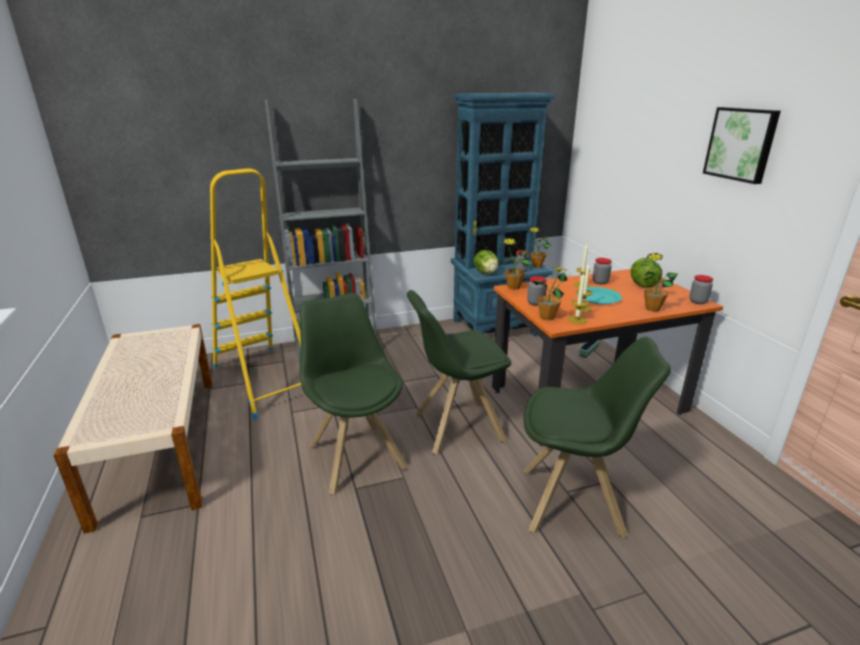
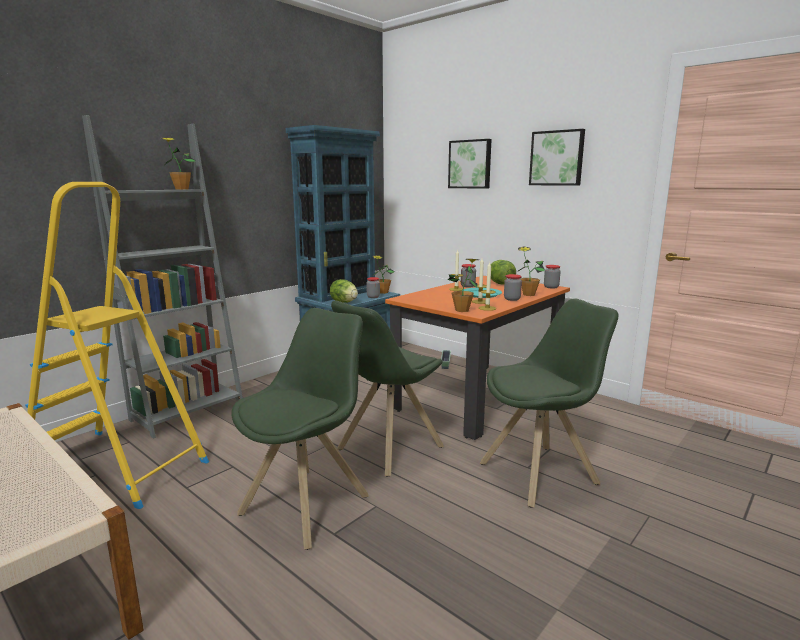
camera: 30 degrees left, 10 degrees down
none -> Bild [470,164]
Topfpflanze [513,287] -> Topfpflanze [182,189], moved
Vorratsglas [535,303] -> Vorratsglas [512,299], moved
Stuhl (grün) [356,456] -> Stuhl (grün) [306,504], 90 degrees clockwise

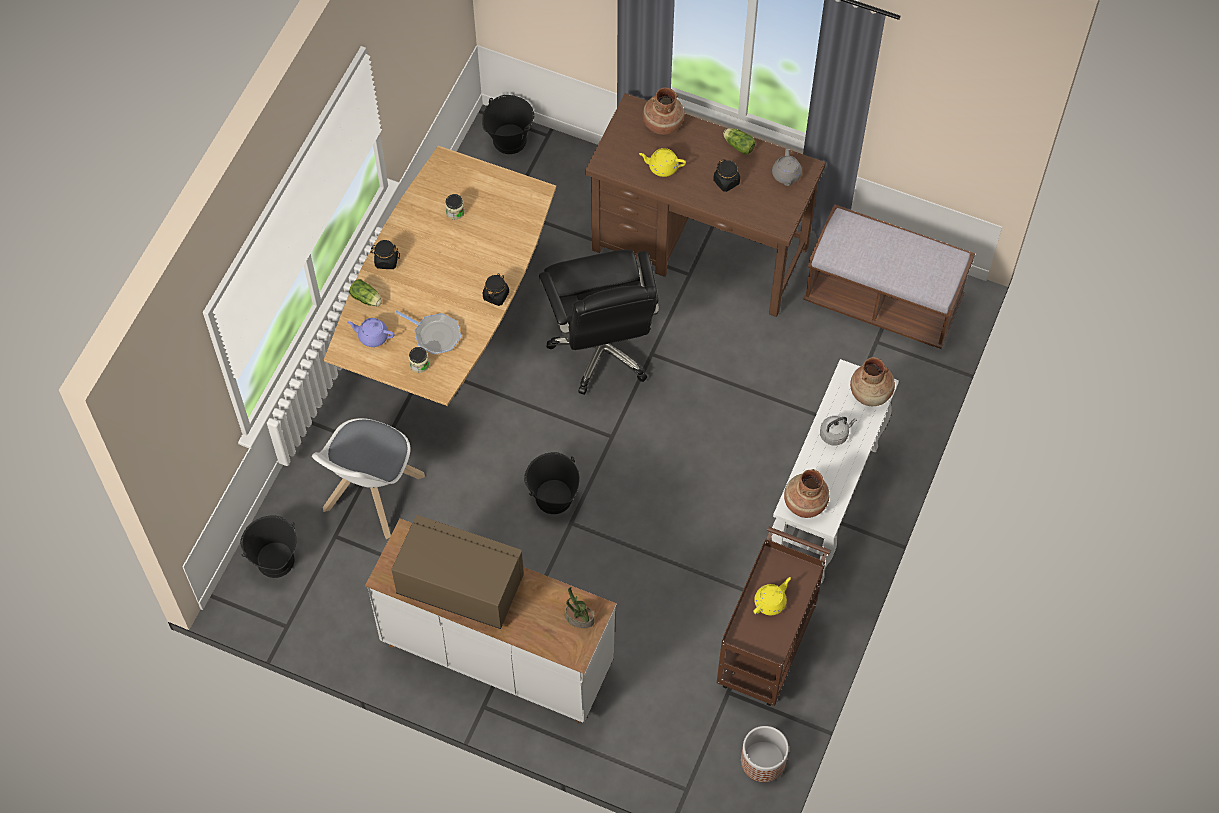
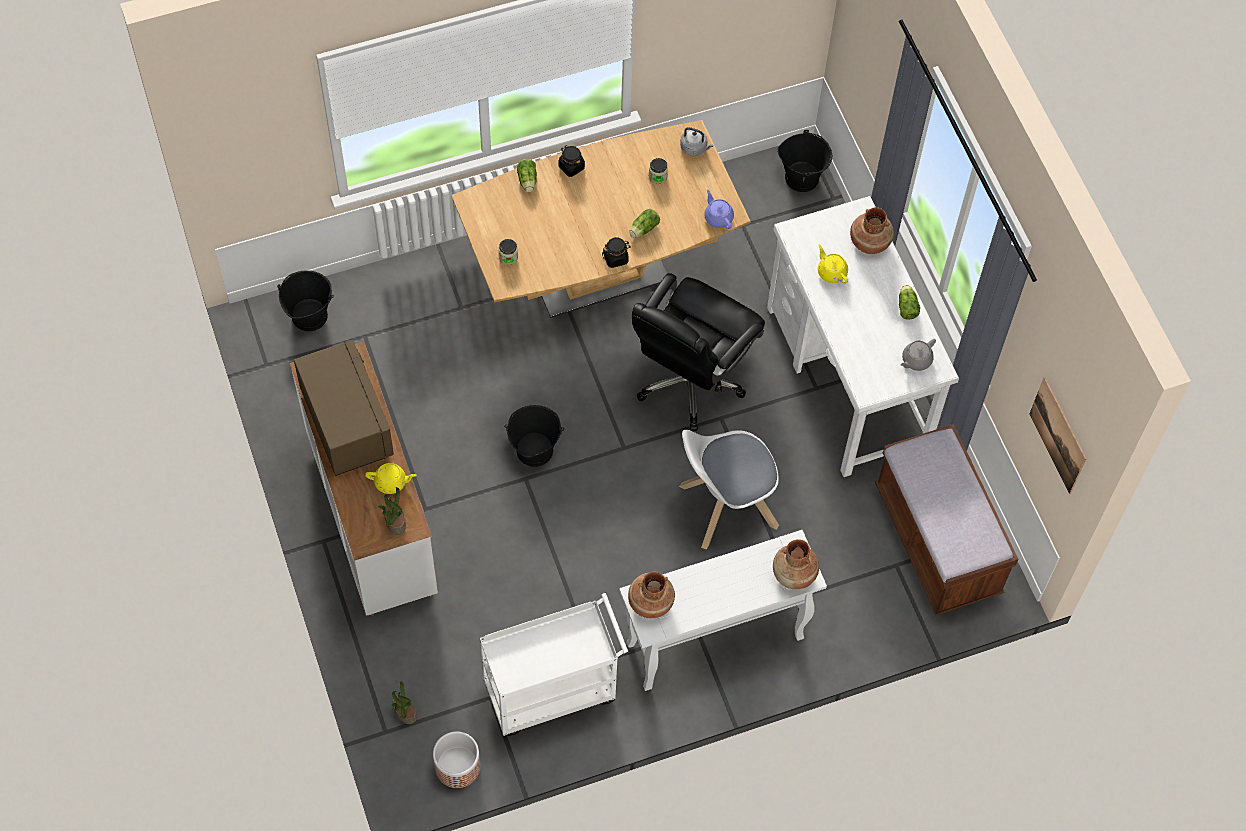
camera: 45 degrees right, 0 degrees up
Pfanne [435,335] -> none
Vorratsglas (schwarz) [726,182] -> none
none -> Topfpflanze [404,712]
none -> Salatkopf [643,229]
none -> Bild [1058,435]
Stuhl [372,495] -> Stuhl [725,506], moved
Teekanne (lila) [372,336] -> Teekanne (lila) [718,217], moved
Teekanne (gelb) [770,602] -> Teekanne (gelb) [391,482], moved
Wasserkessel (grau) [835,434] -> Wasserkessel (grau) [695,148], moved
Schreibtisch (braun) [701,247] -> Schreibtisch (weiß) [848,377]
Rollwagen (braun) [767,647] -> Rollwagen (weiß) [554,695]

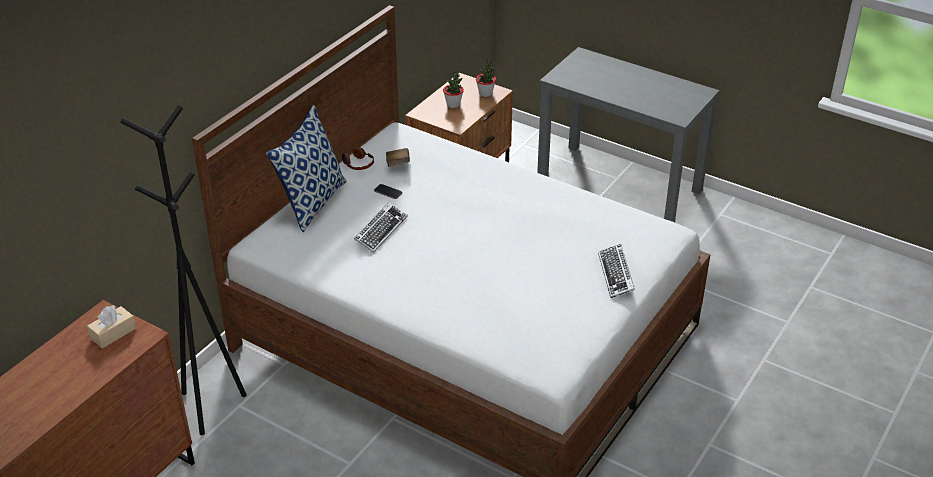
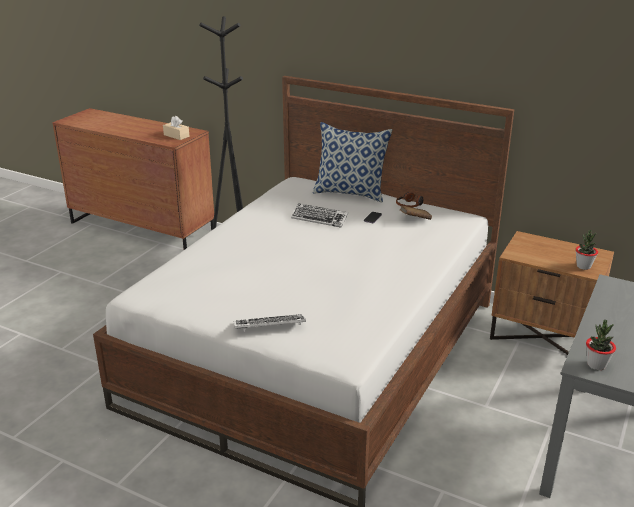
camera: 85 degrees right, 10 degrees down
Topfpflanze [453,104] -> Topfpflanze [596,365], moved

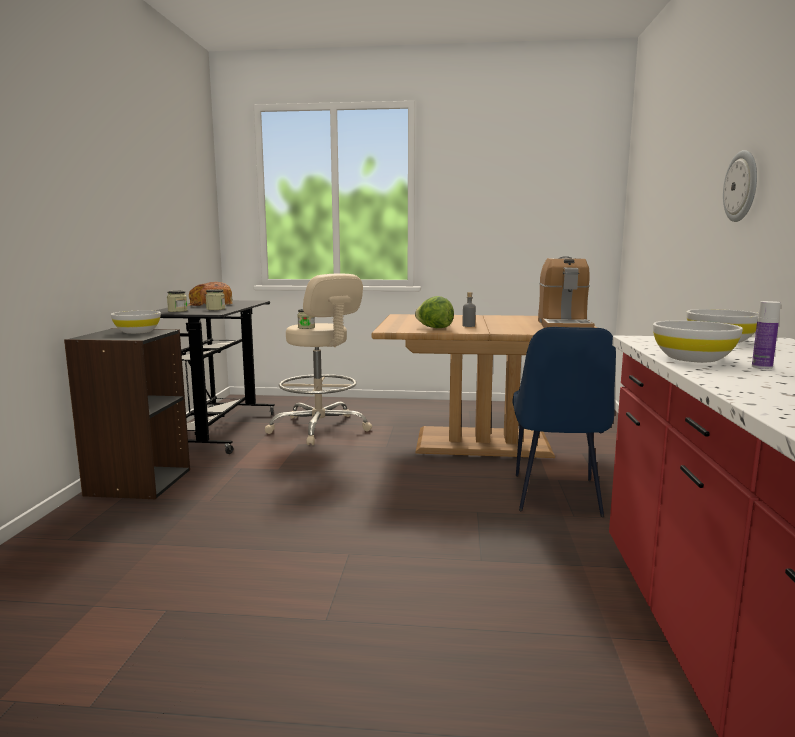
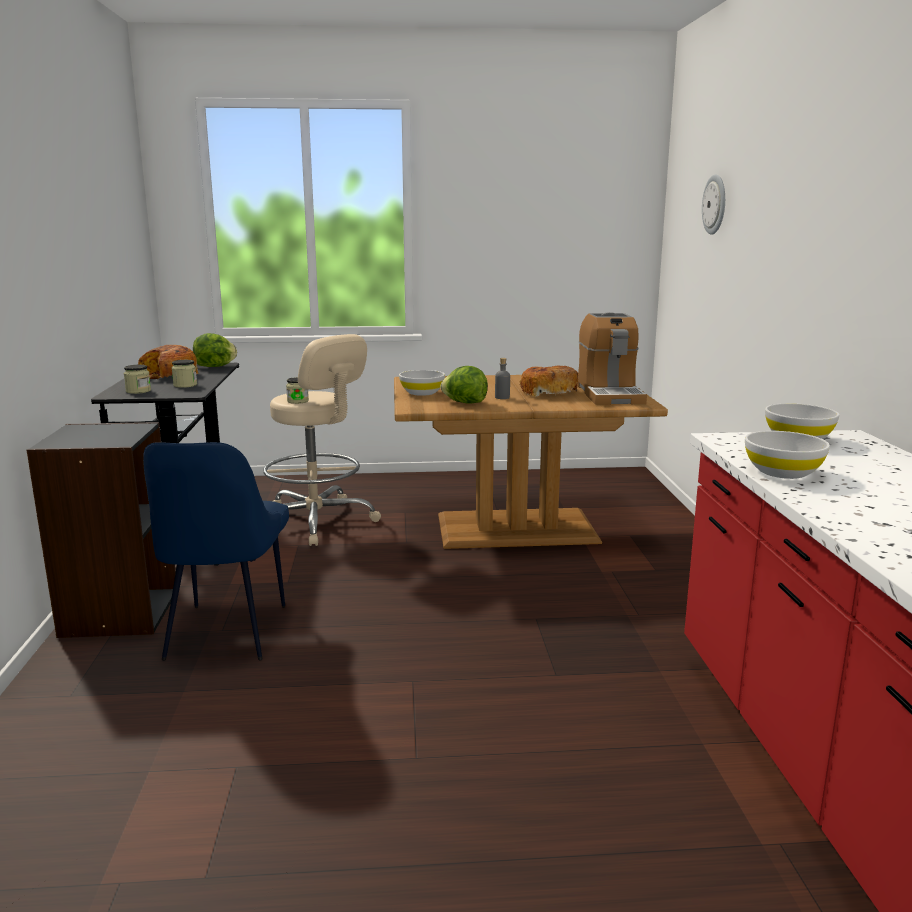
camera: 10 degrees left, 5 degrees up
Flasche [762,367] -> none
none -> Salatkopf [215,366]
none -> Brot [547,392]
Schüssel (weiß) [137,332] -> Schüssel (weiß) [422,393], moved
Stuhl (blau) [557,495] -> Stuhl (blau) [227,632], moved
Wanduhr [741,186] -> Wanduhr [715,204], moved

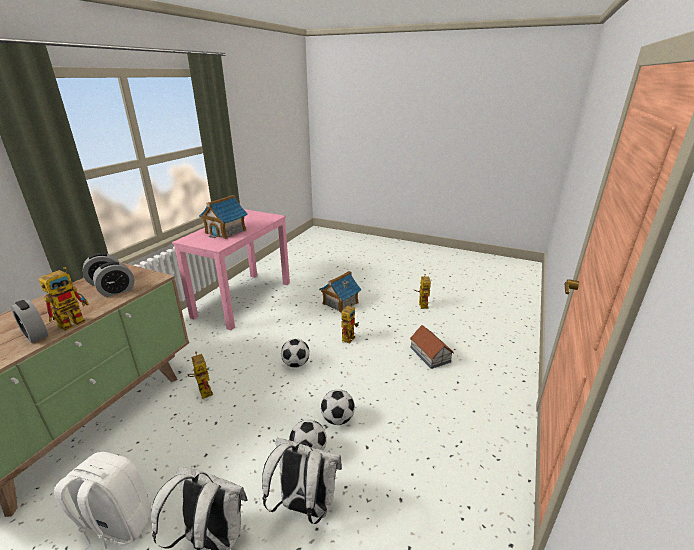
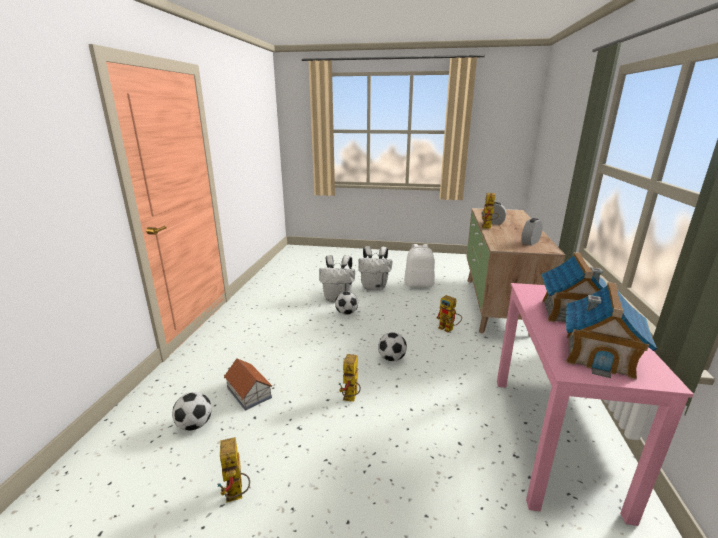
camera: 165 degrees right, 5 degrees down
Wecker [117,291] -> none
Spielzeughaus [340,303] -> Spielzeughaus [599,355], moved
Fußball [338,419] -> Fußball [194,425], moved

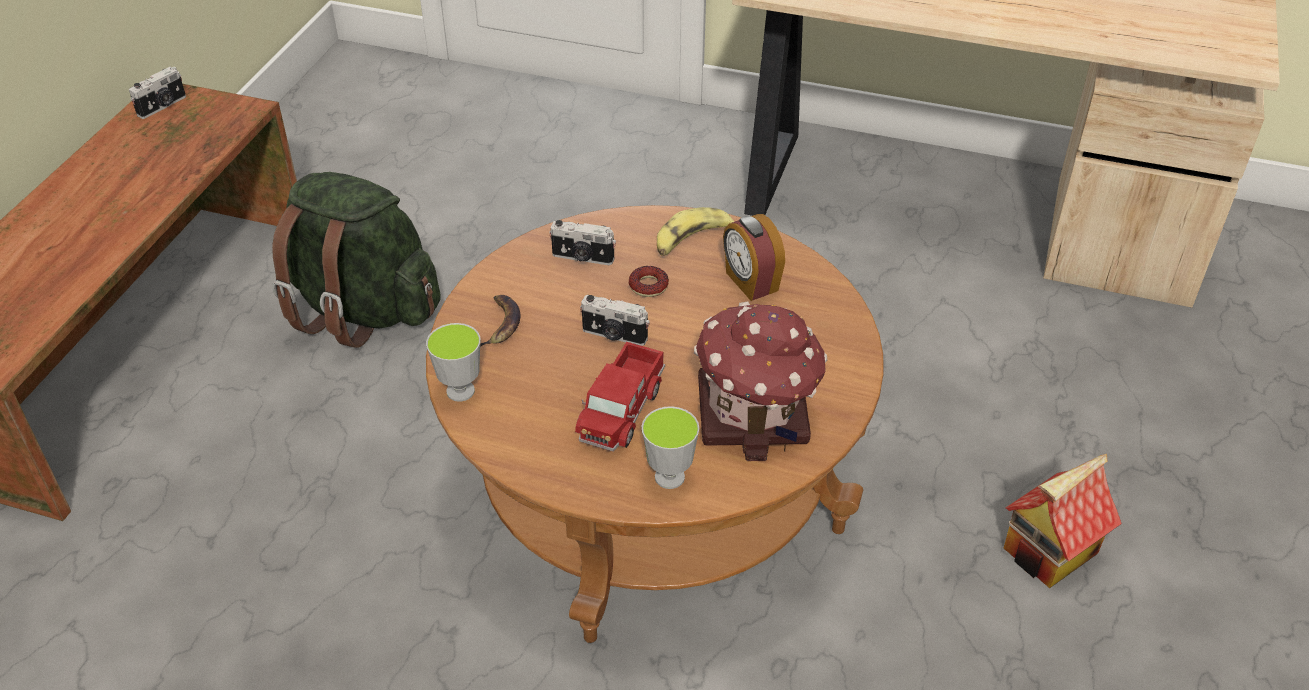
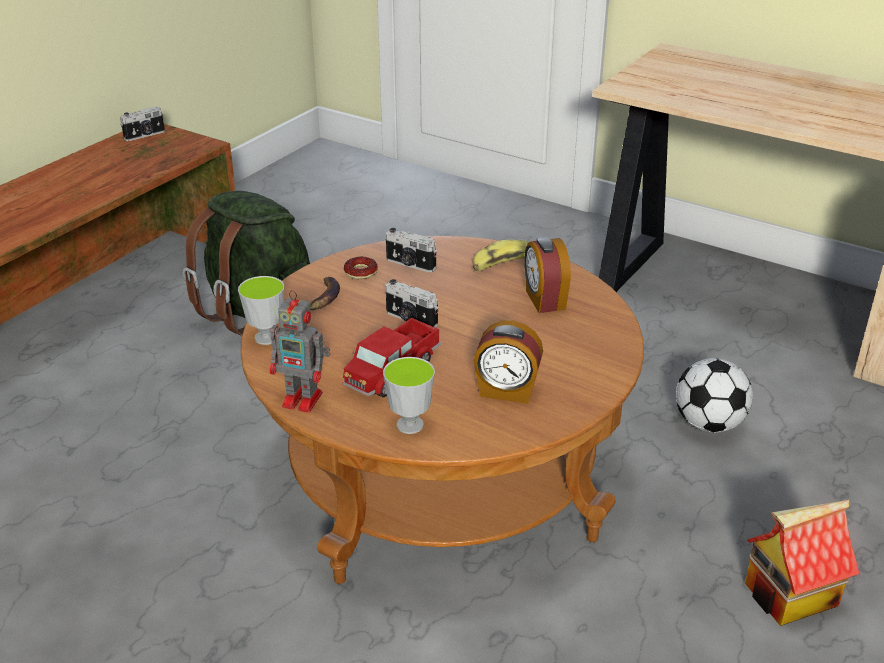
camera: 15 degrees right, 10 degrees down
none -> Spielzeugroboter [304,400]
none -> Fußball [708,424]
Donut [648,286] -> Donut [361,272], moved
Spielzeughaus [755,413] -> Wecker [506,391]

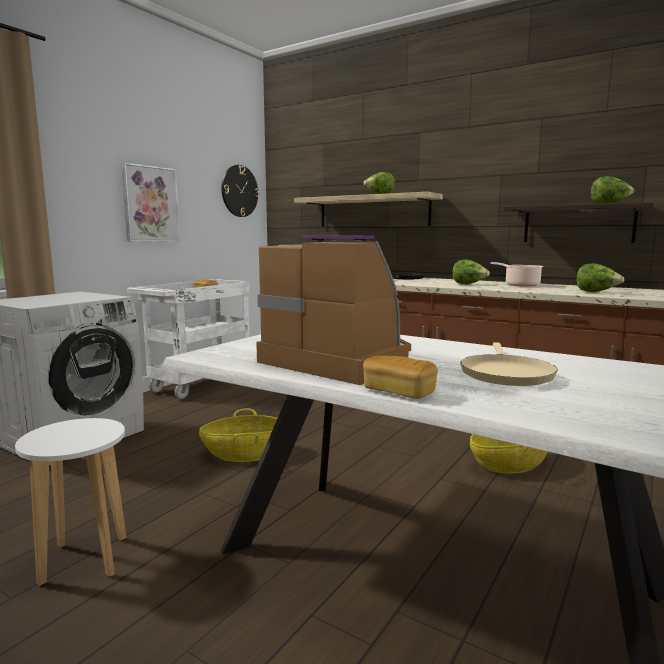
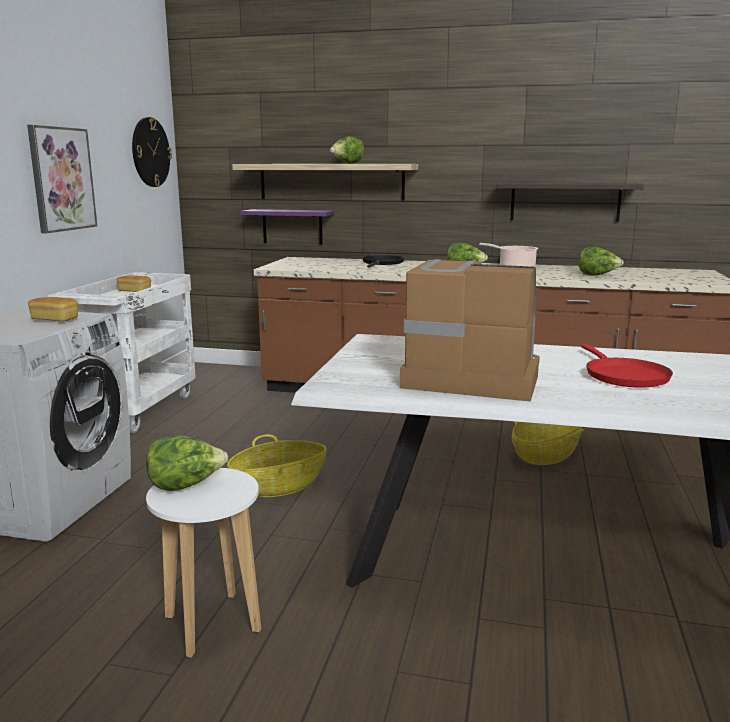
camera: 20 degrees left, 5 degrees up
Brot [398,392] -> Brot [55,319], moved
Salatkopf [609,204] -> Salatkopf [186,486], moved
Pfanne (beige) [505,373] -> Pfanne (rot) [623,376]

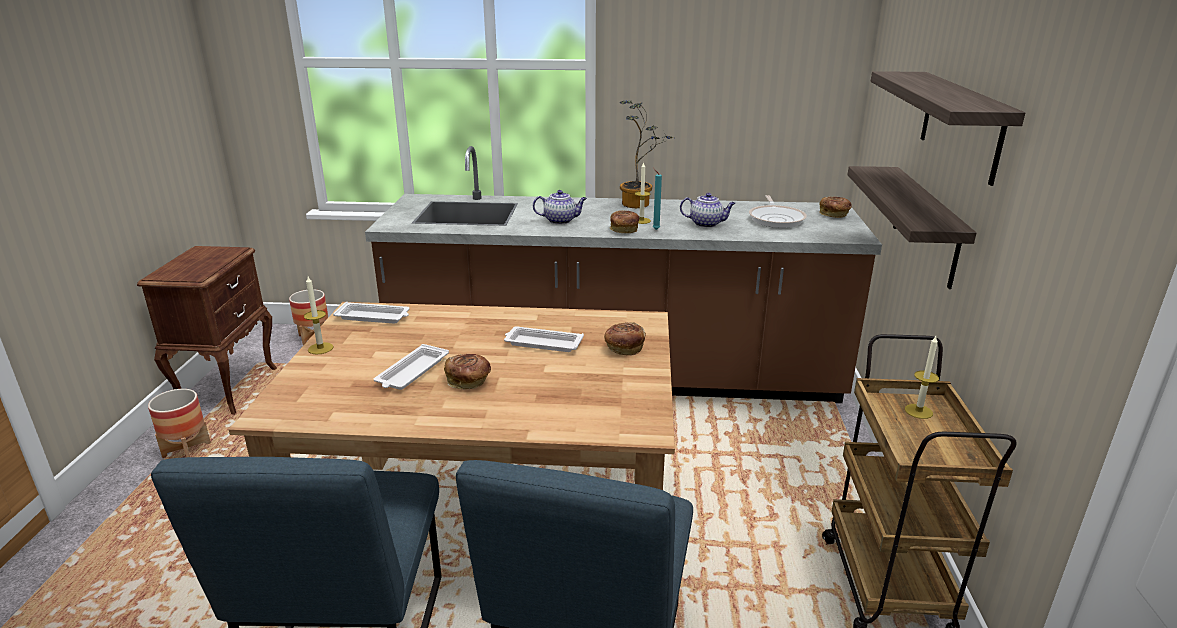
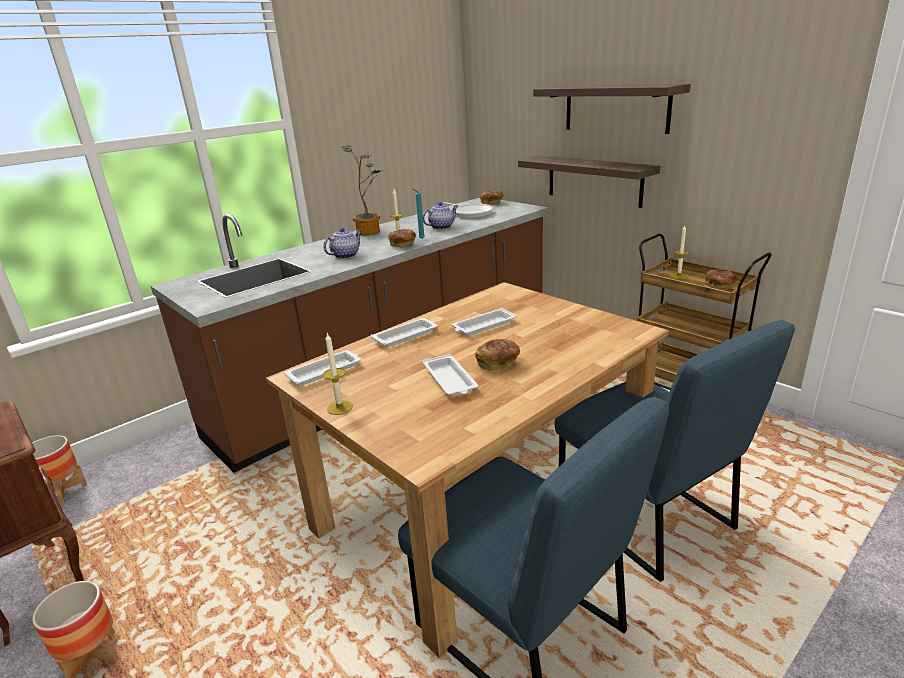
camera: 45 degrees left, 0 degrees up
none -> Tablett (weiß) [406,336]
Brot [624,348] -> Brot [719,287], moved

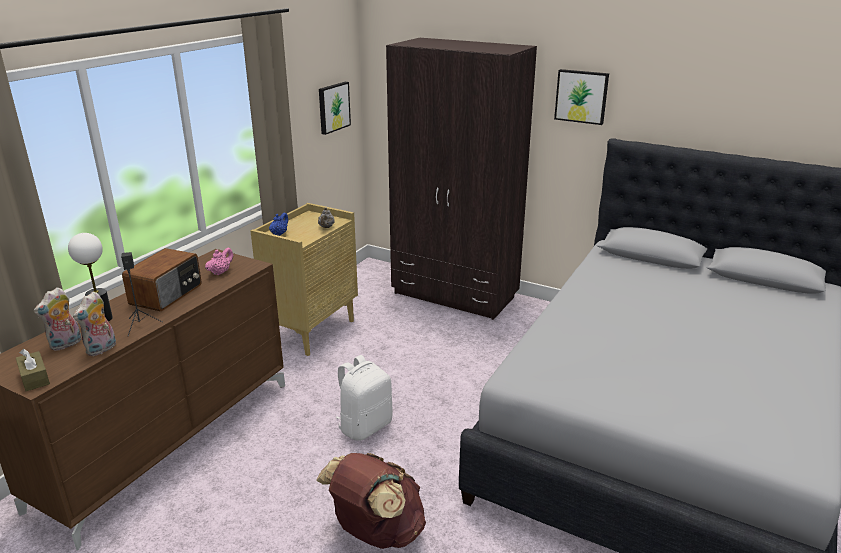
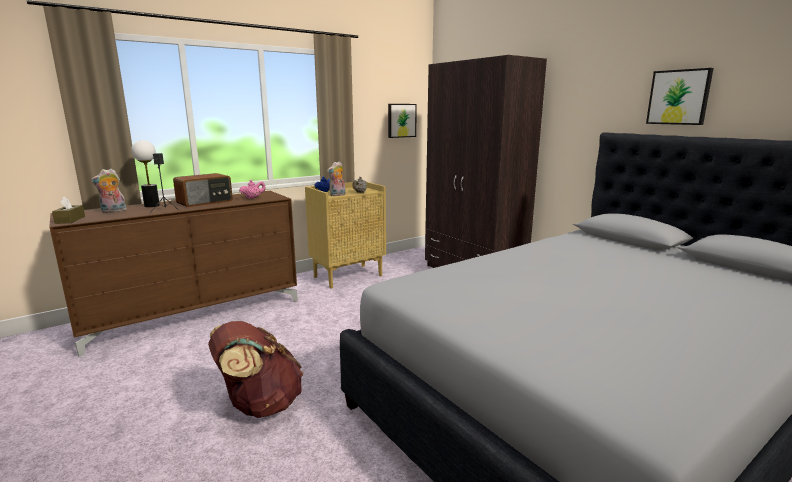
camera: 25 degrees right, 10 degrees down
Rucksack (weiß) [365,426] -> none
Plüschtier [101,349] -> Plüschtier [337,195], moved
Bild [581,96] -> Bild [679,97], moved

